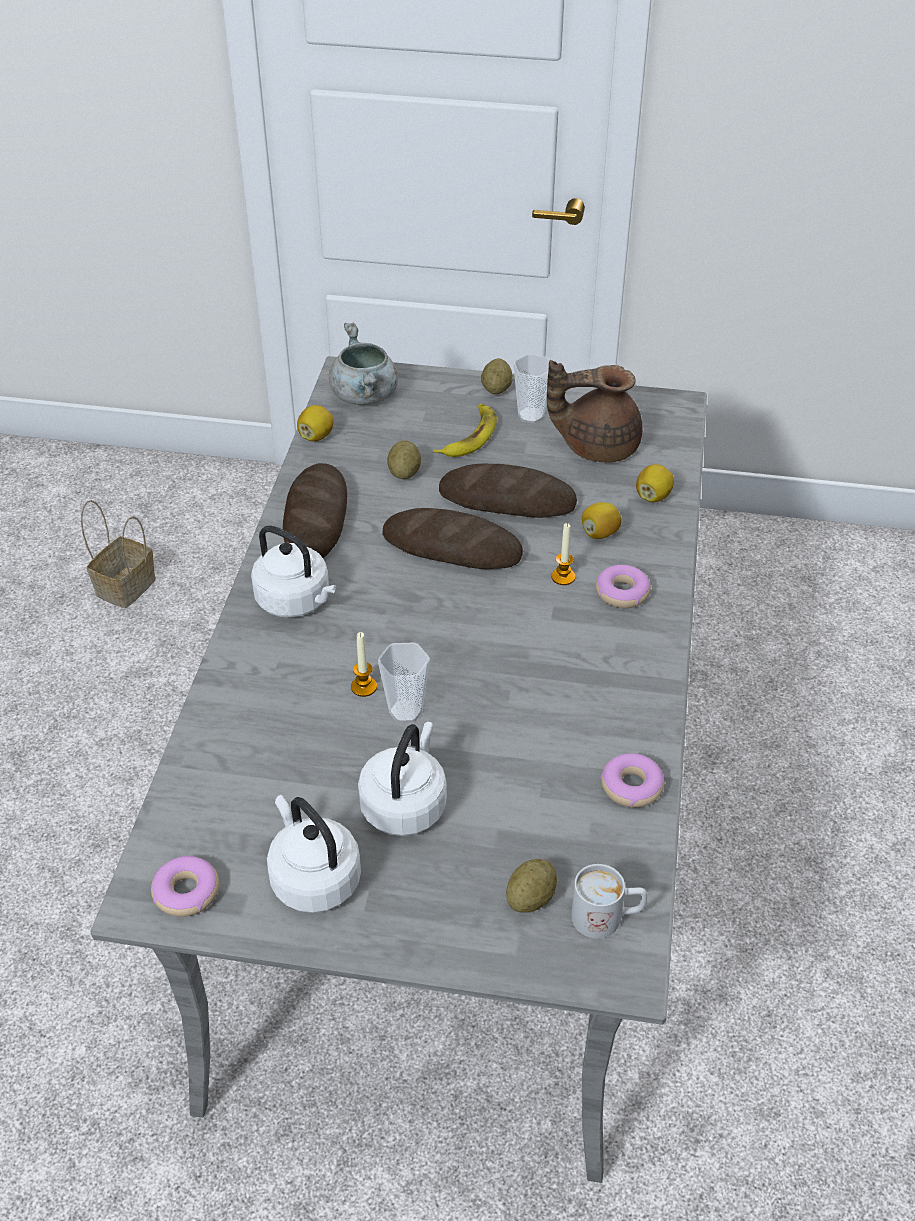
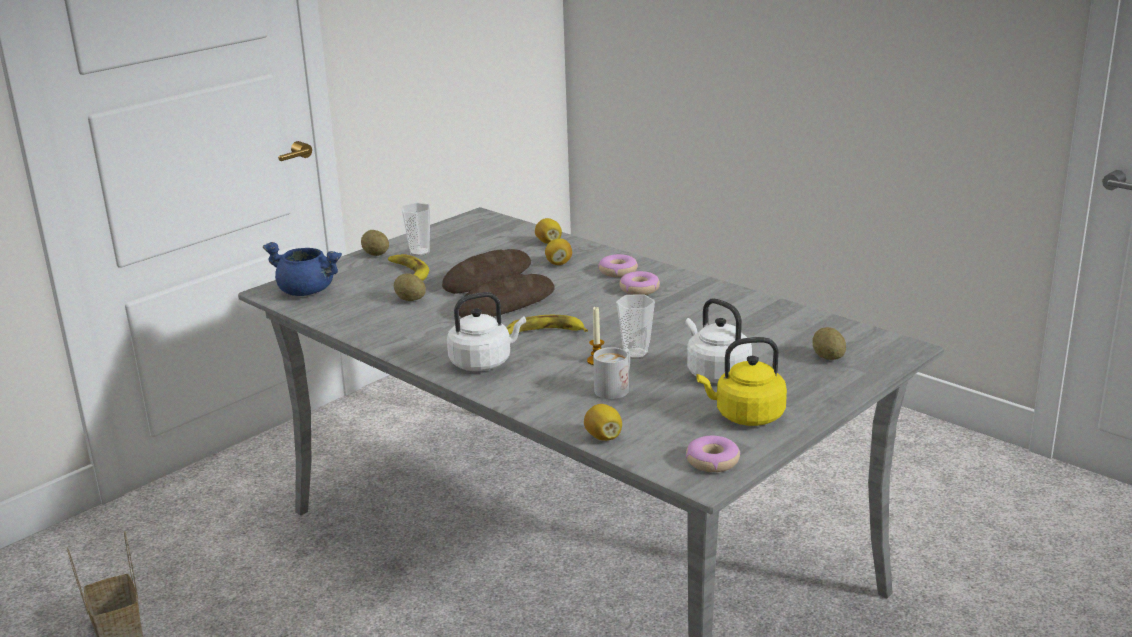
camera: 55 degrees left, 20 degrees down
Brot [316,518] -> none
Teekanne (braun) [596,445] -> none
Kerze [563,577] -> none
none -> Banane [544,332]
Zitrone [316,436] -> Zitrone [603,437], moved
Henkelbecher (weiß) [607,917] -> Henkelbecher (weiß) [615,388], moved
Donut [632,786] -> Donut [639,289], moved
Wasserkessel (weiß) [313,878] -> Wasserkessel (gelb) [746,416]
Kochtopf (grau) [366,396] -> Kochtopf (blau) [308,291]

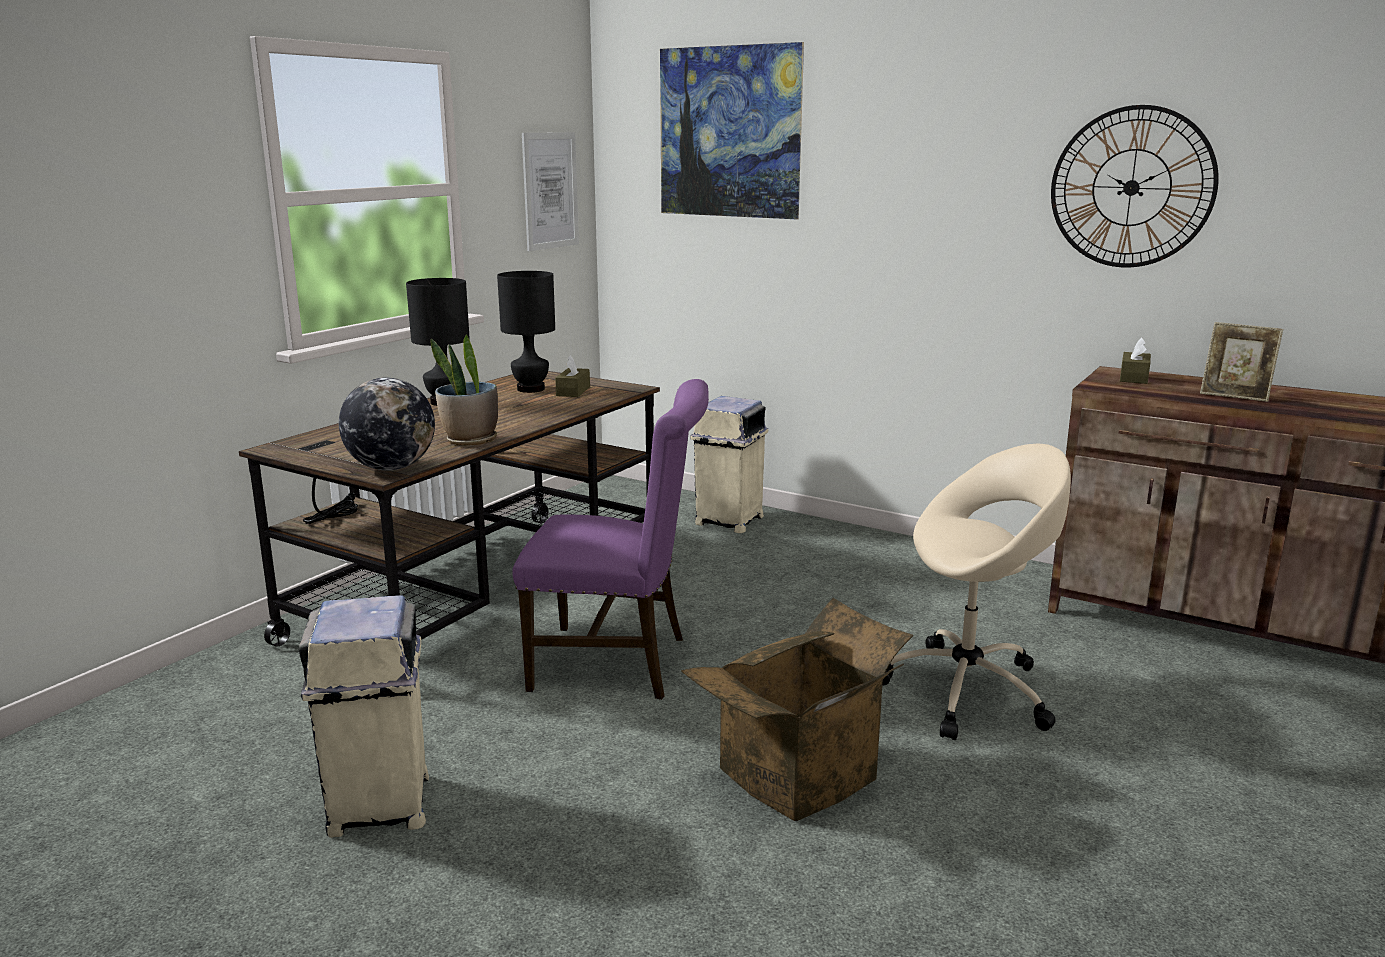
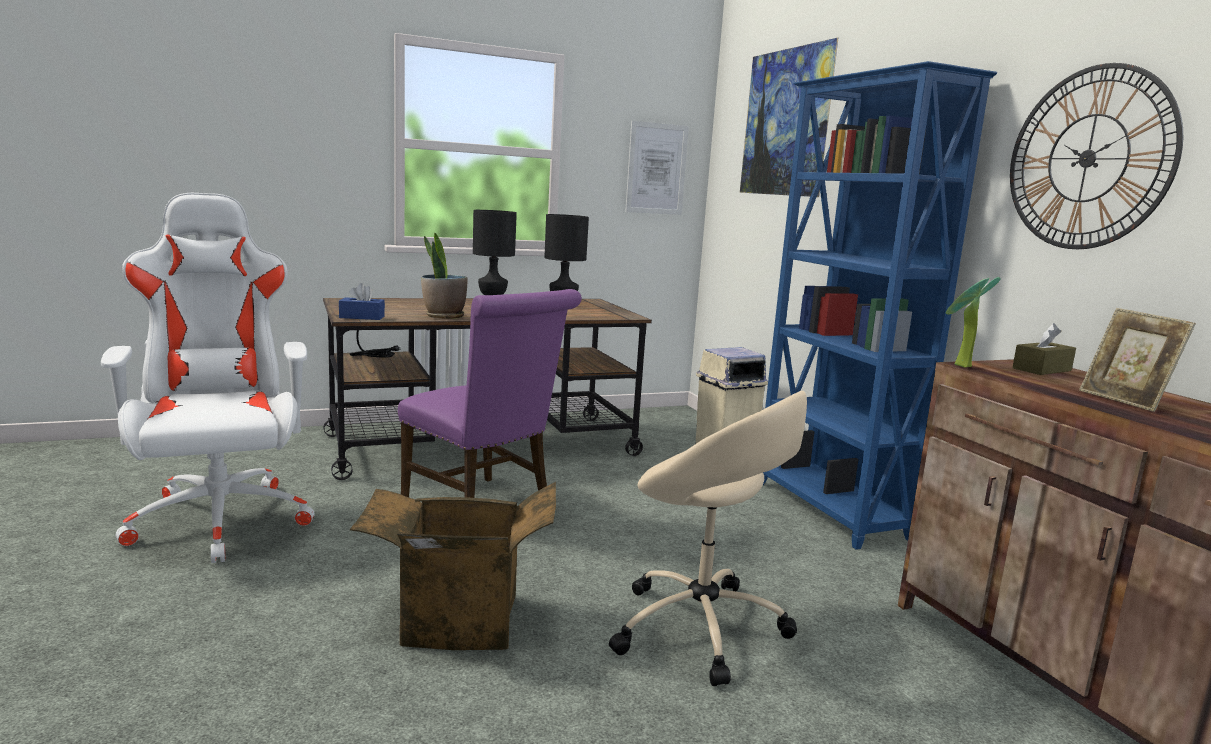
camera: 35 degrees right, 5 degrees down
Taschentuchbox (braun) [573,391] -> none
none -> Bücherregal (blau) [828,511]
none -> Topfpflanze [959,366]
Mülleimer (beige) [379,806] -> Bürostuhl (weiß) [219,527]
Globus [391,468] -> Taschentuchbox (blau) [362,317]

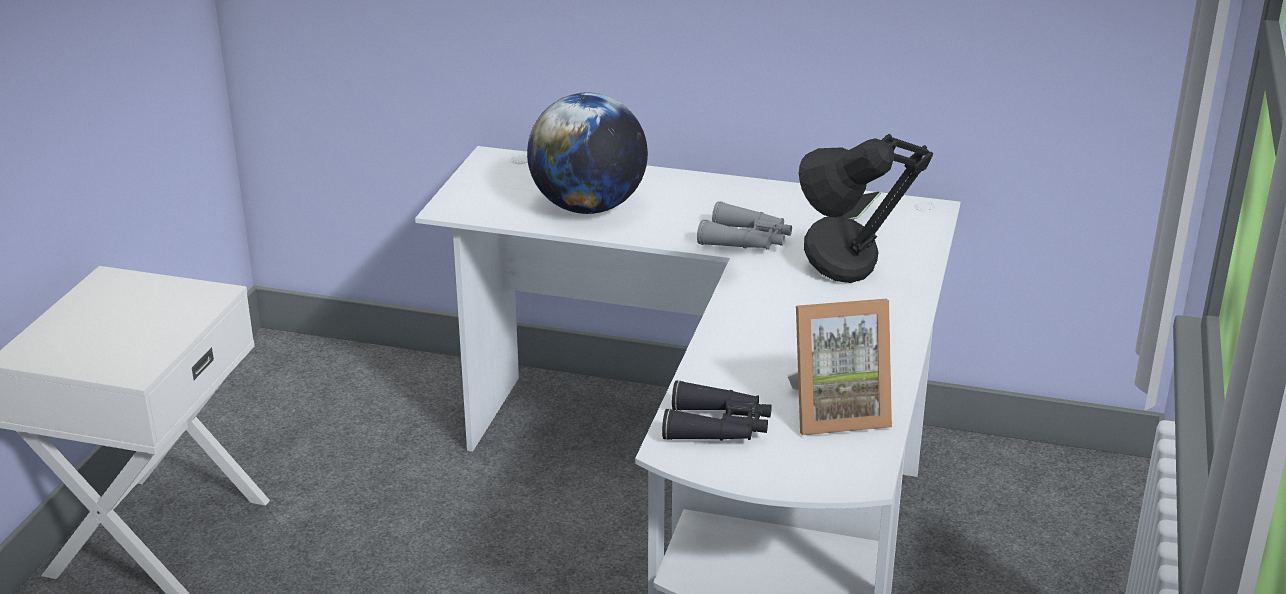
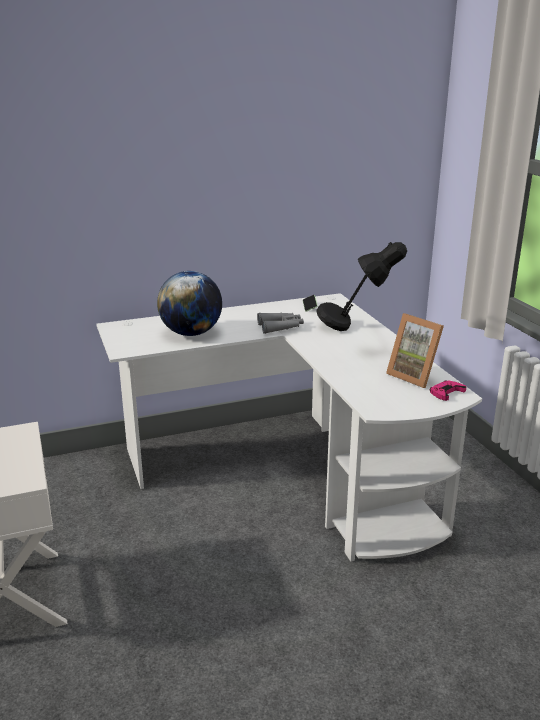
camera: 35 degrees left, 5 degrees down
Fernglas (schwarz) [718,427] -> none
none -> Gamepad (rosa) [446,393]
Bilderrahmen [836,412] -> Bilderrahmen [415,376], 90 degrees clockwise

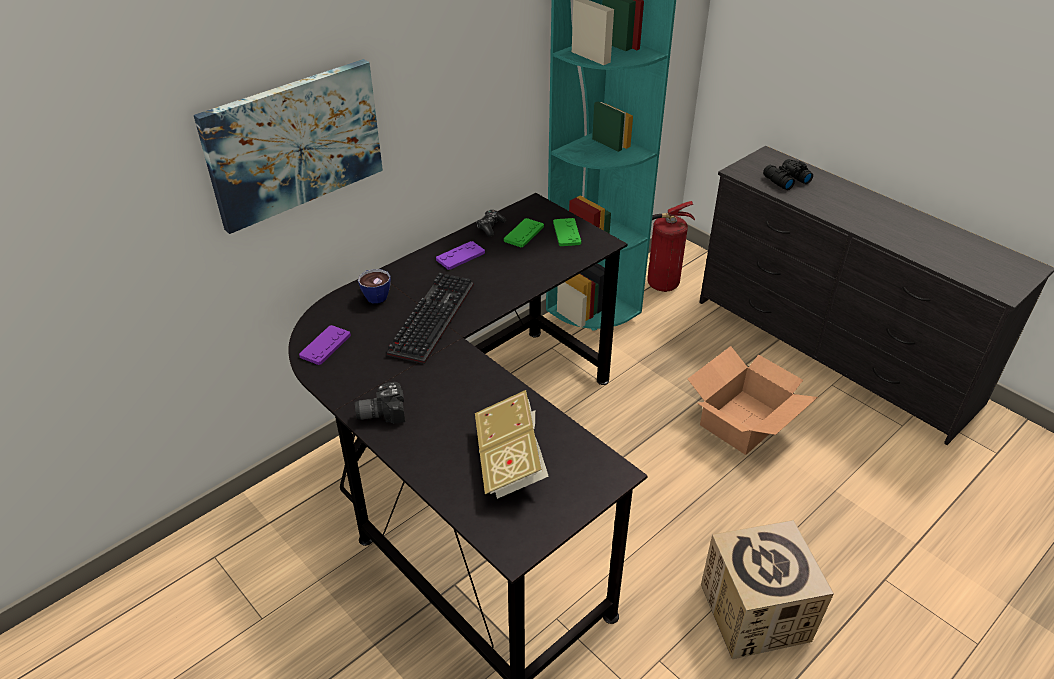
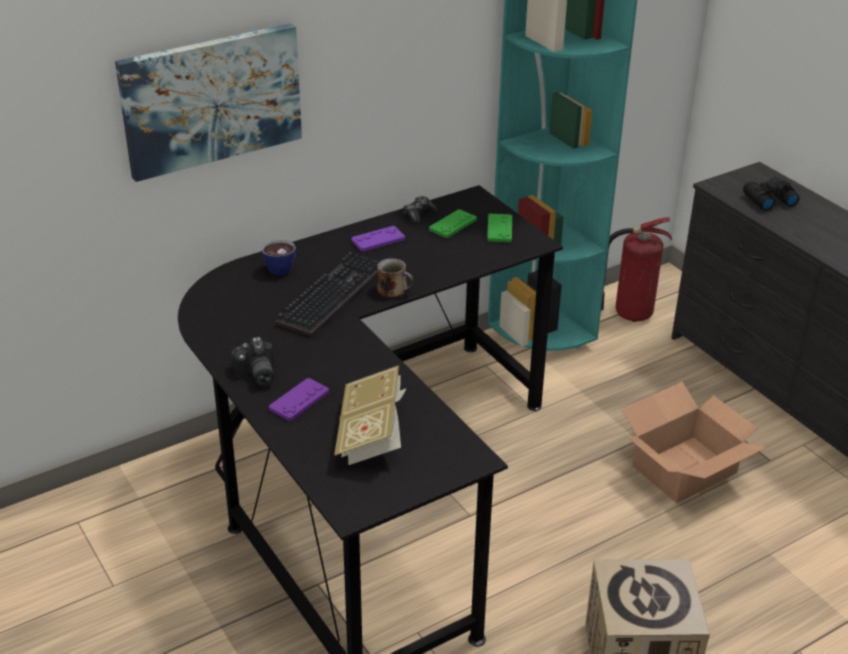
camera: 10 degrees right, 5 degrees down
none -> Henkelbecher [394,290]
Gamepad (lila) [325,346] -> Gamepad (lila) [299,400], moved
Kamera [381,412] -> Kamera [255,375], 105 degrees counterclockwise

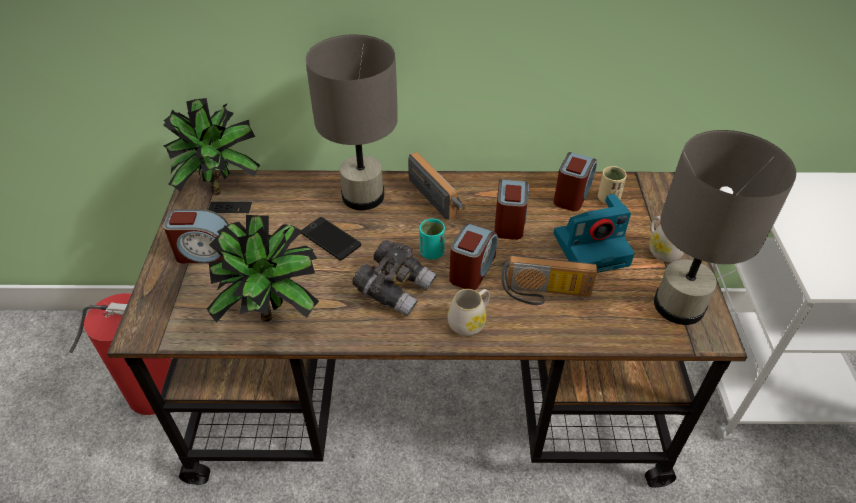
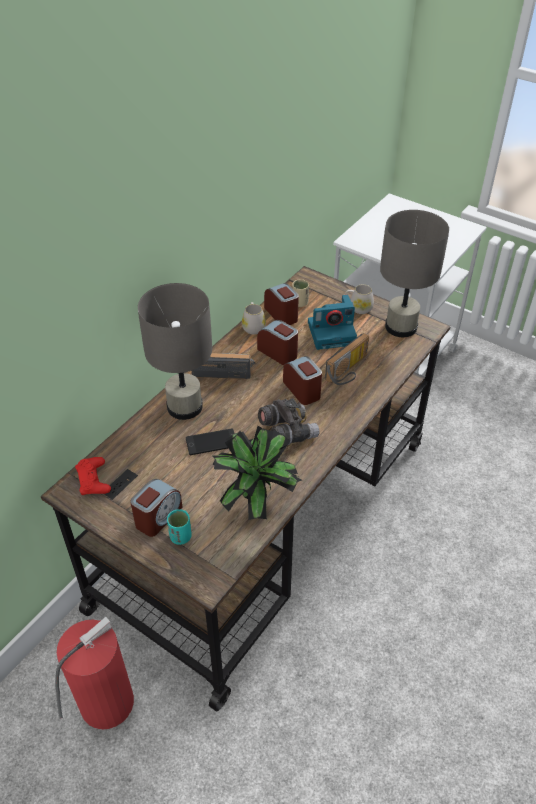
camera: 55 degrees left, 0 degrees up
Tasse (türkis) [432,252] -> Tasse (türkis) [180,537], moved
Henkelbecher (weiß) [470,321] -> Henkelbecher (weiß) [253,326], moved
Topfpflanze [222,189] -> Gamepad (rot) [93,480]
Kamera [592,248] -> Kamera [332,332], 60 degrees clockwise

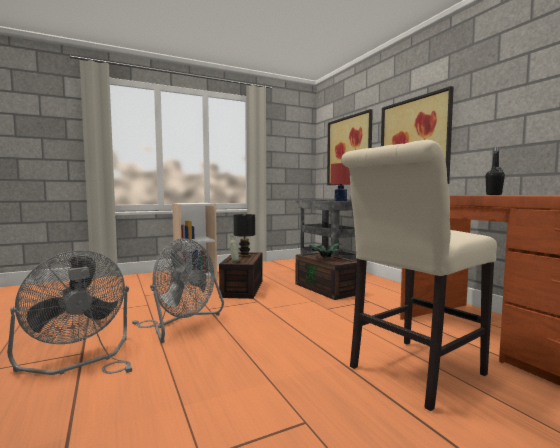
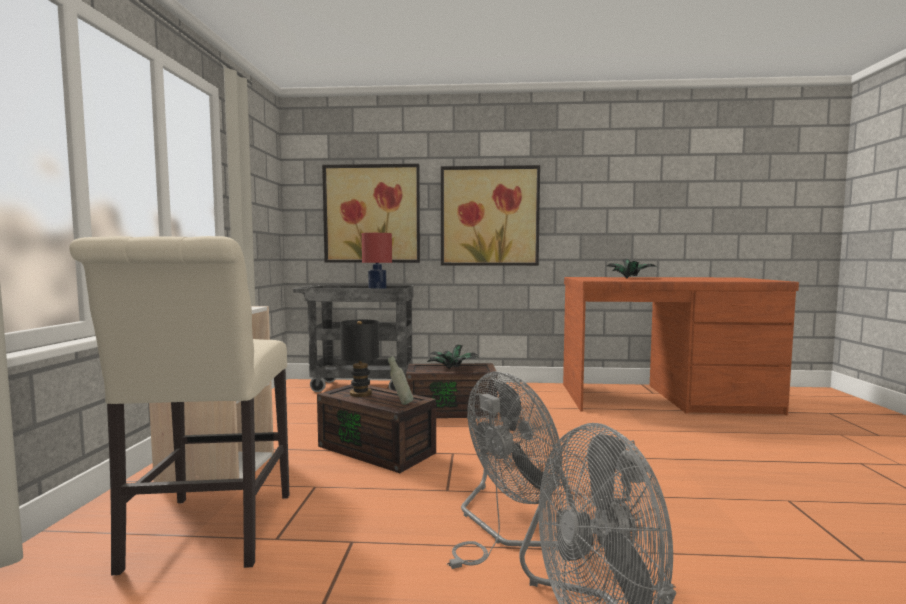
camera: 60 degrees left, 0 degrees up
Hocker (beige) [410,373] -> Hocker (beige) [206,536], moved
Flasche (schwarz) [493,194] -> Topfpflanze [631,278]

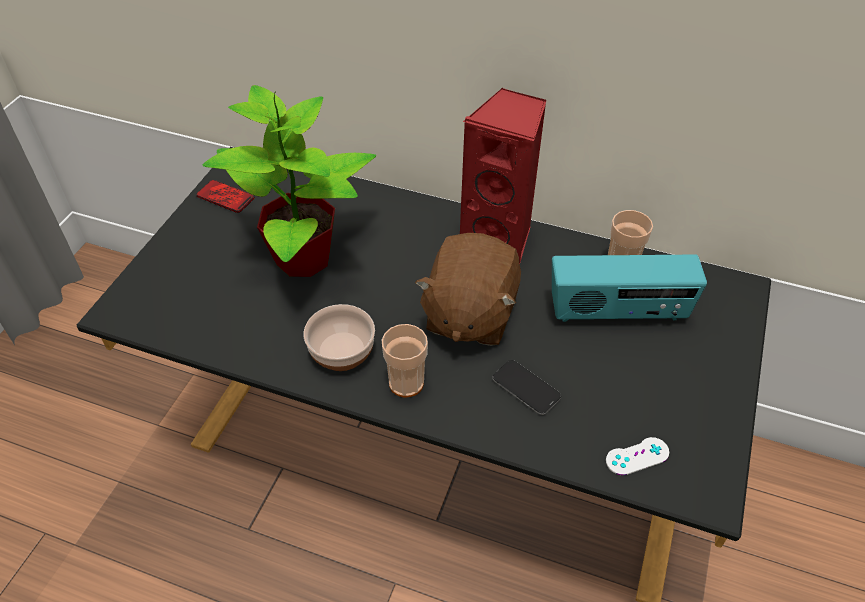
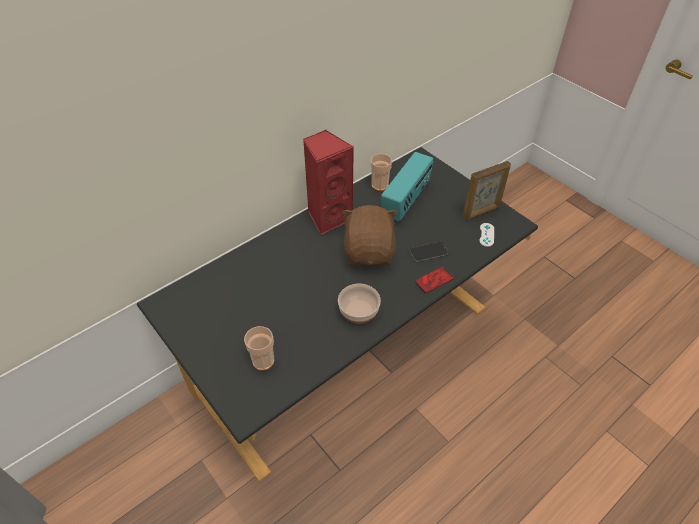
camera: 60 degrees left, 0 degrees up
Topfpflanze [305,258] -> none
none -> Bilderrahmen [481,212]
Handy [225,197] -> Handy [434,280], moved
Tasse [406,383] -> Tasse [263,361], moved
Plüschtier (braun) [469,314] -> Plüschtier (braun) [369,251], 135 degrees counterclockwise

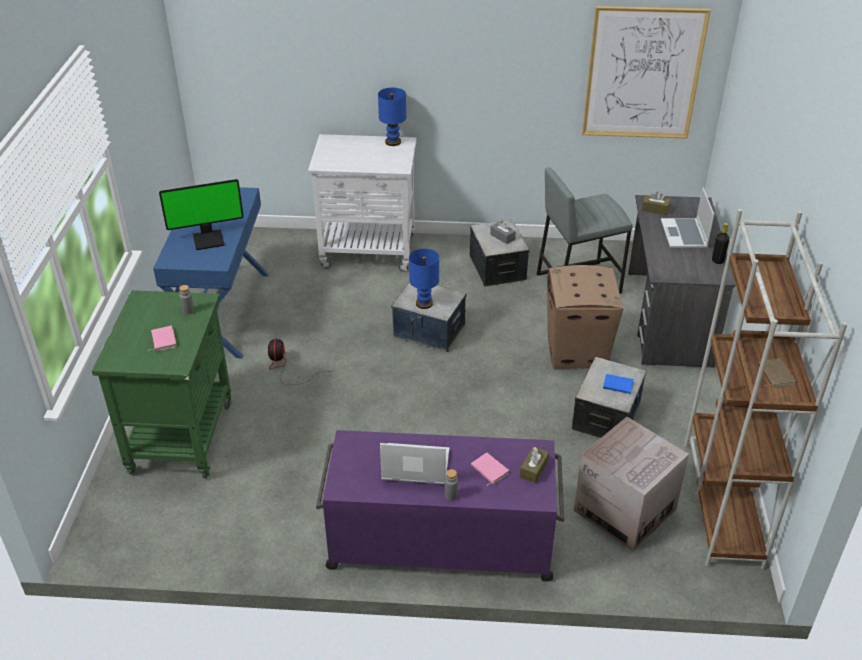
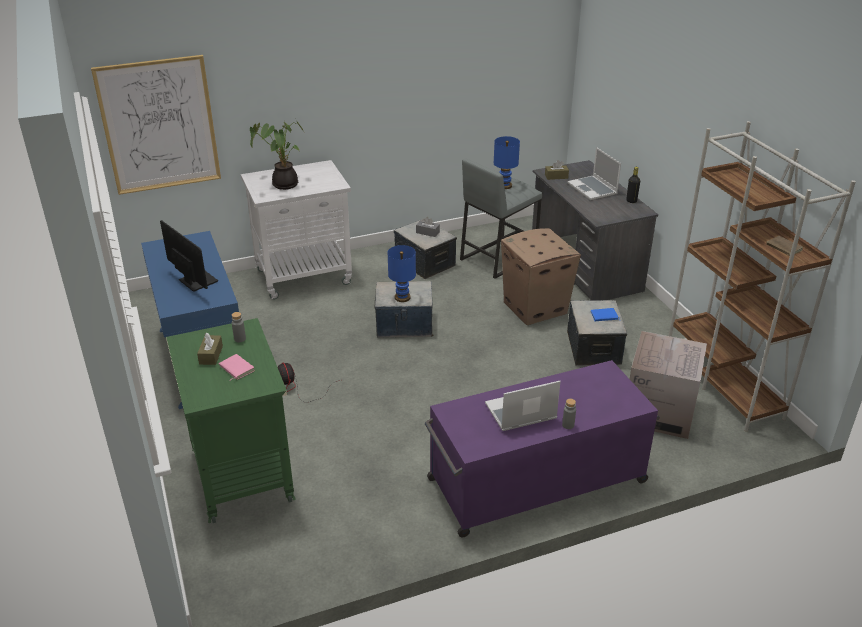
camera: 25 degrees left, 5 degrees down
Buch (rosa) [488,470] -> none
none -> Topfpflanze [283,184]
Tischlampe (blau) [393,142] -> Tischlampe (blau) [505,186], moved
Taschentuchbox (braun) [533,469] -> Taschentuchbox (braun) [211,355], moved
Bild [643,73] -> Bild [159,125], moved
Monitor [209,239] -> Monitor [196,281], 90 degrees counterclockwise

